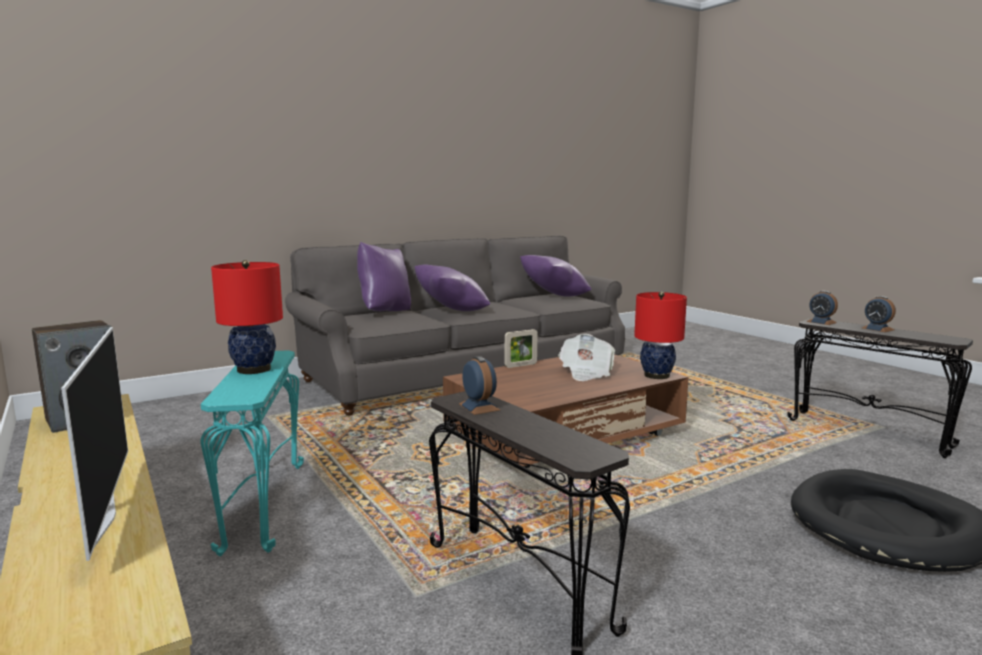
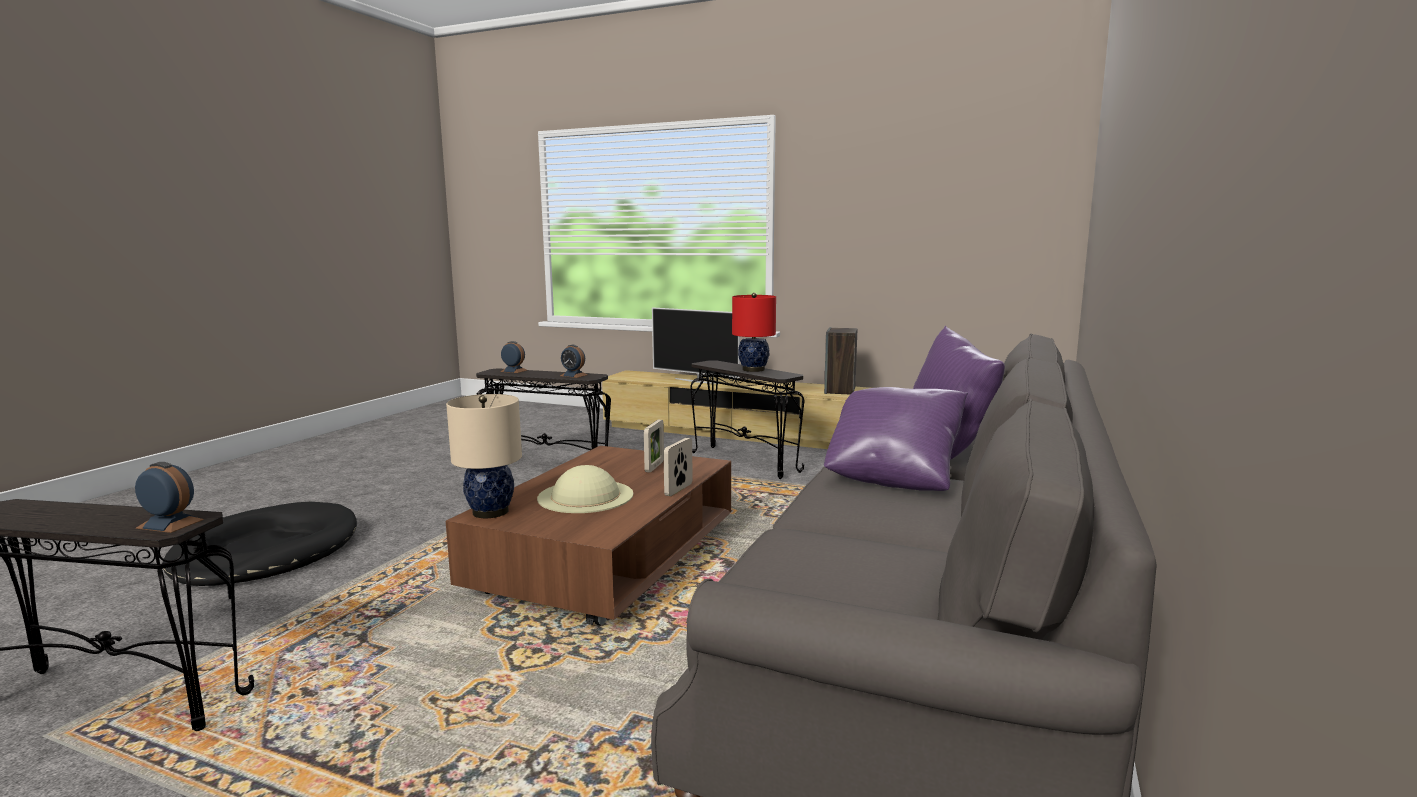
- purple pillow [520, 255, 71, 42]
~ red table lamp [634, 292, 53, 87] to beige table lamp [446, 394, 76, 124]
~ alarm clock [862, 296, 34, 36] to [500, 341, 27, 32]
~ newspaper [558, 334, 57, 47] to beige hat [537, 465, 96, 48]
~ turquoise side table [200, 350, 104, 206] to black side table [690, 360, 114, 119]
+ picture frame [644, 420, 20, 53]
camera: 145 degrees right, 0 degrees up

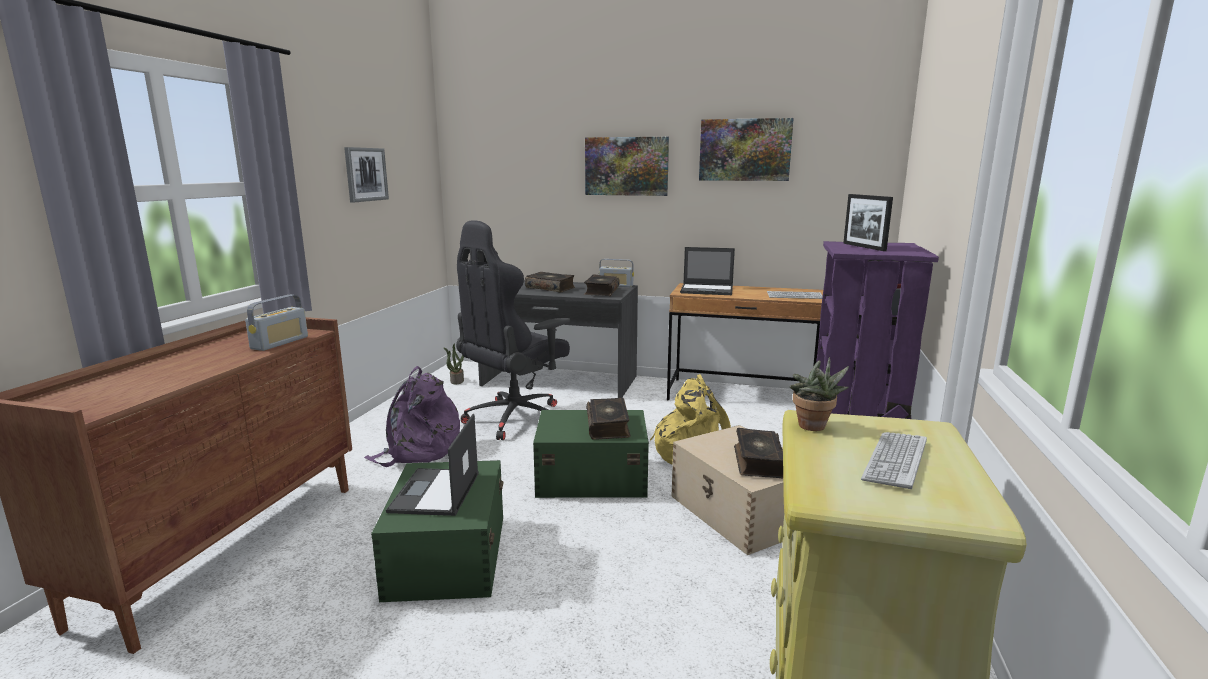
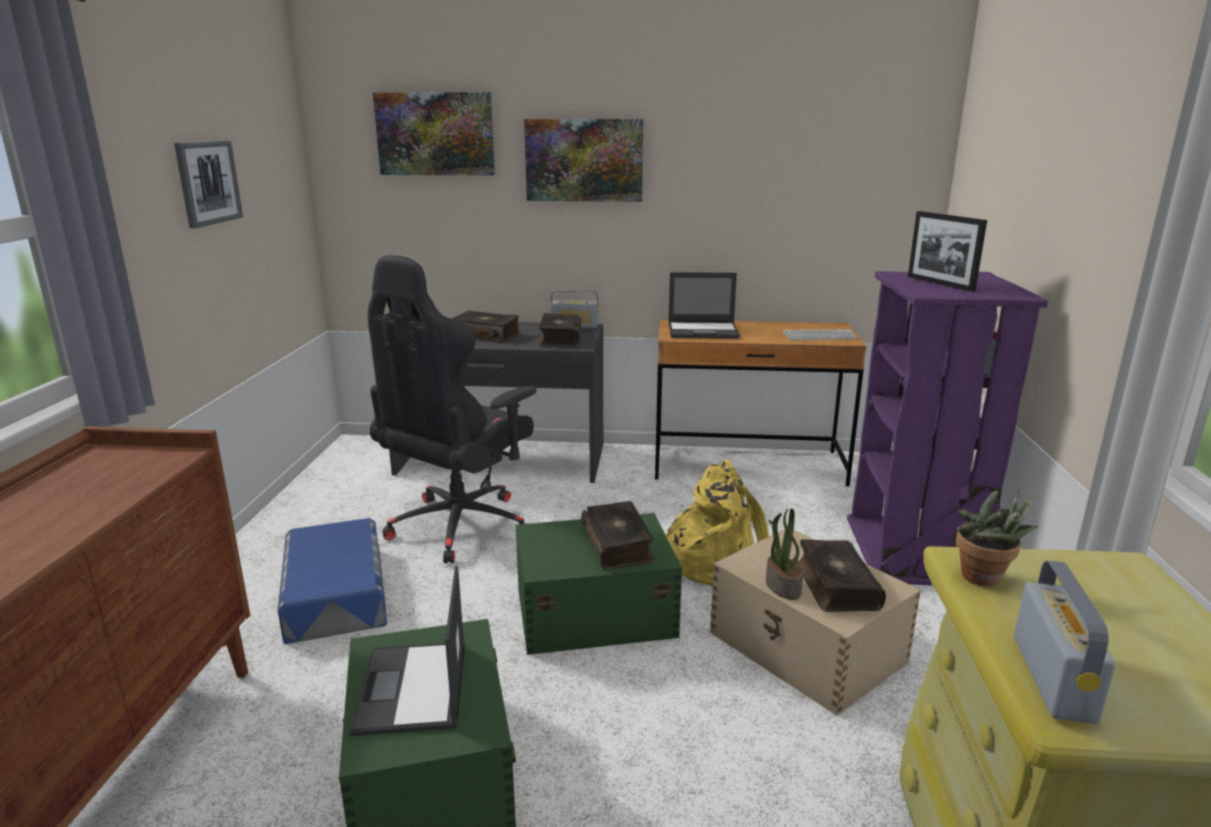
~ picture [699, 118, 95, 63] to [373, 92, 122, 84]
~ radio [245, 295, 63, 56] to [1014, 561, 102, 163]
~ potted plant [444, 344, 20, 41] to [766, 508, 37, 92]
~ purple backpack [364, 366, 96, 101] to blue storage box [278, 518, 109, 126]
- keyboard [861, 432, 66, 57]
camera: 10 degrees left, 5 degrees up

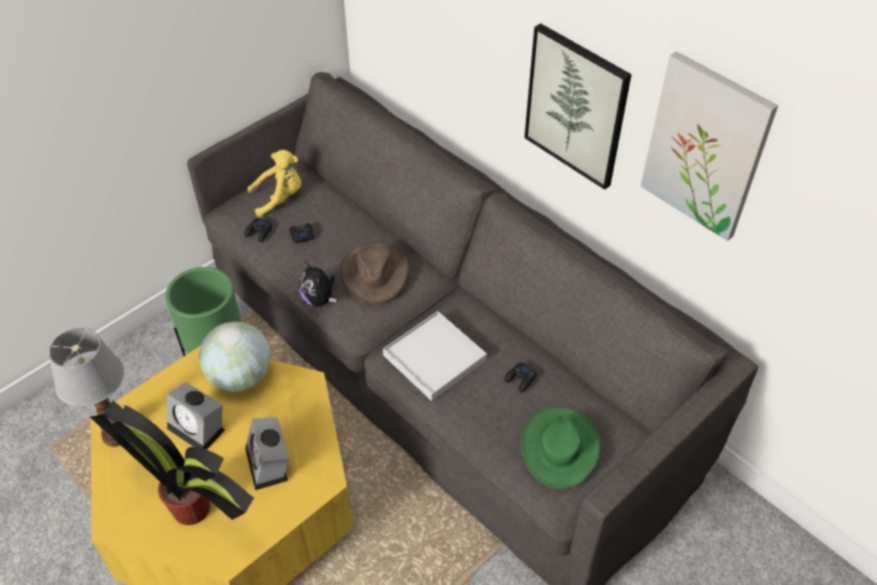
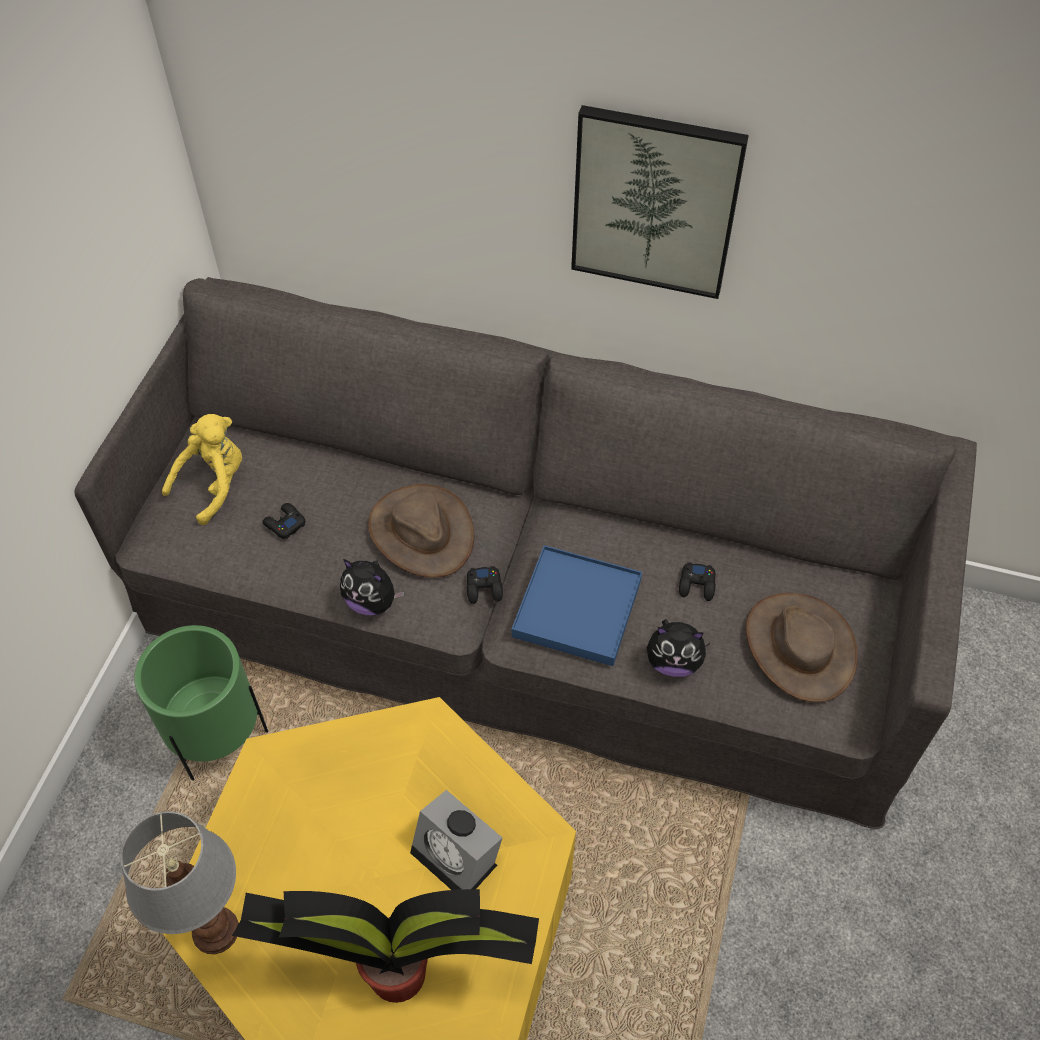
- picture [641, 51, 137, 190]
~ black game controller [245, 218, 27, 24] to [467, 566, 36, 38]
~ white tray [383, 311, 104, 90] to blue tray [512, 545, 130, 121]
- globe [199, 321, 72, 71]
- alarm clock [167, 382, 58, 67]
~ green hat [521, 407, 79, 82] to brown hat [746, 593, 112, 109]
+ plush toy [647, 619, 64, 58]
camera: 30 degrees left, 5 degrees up

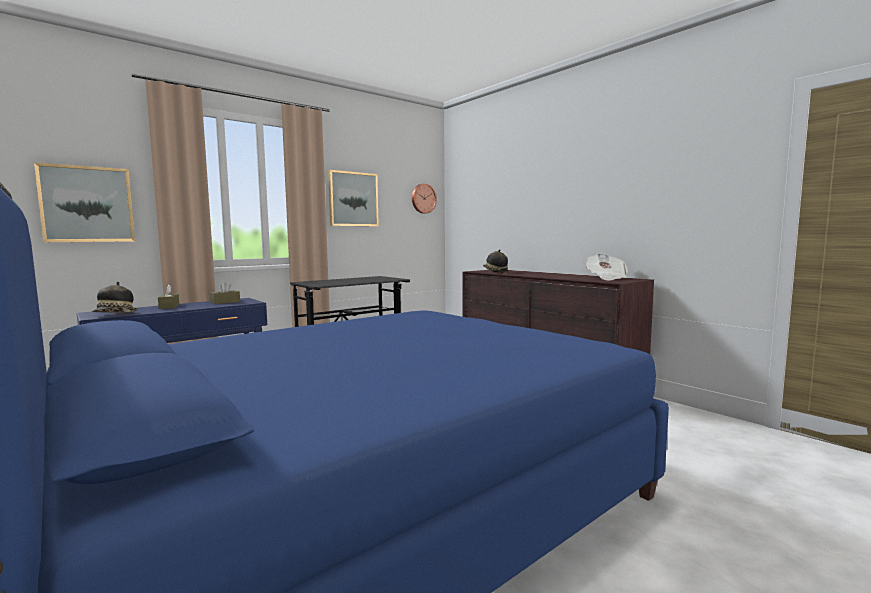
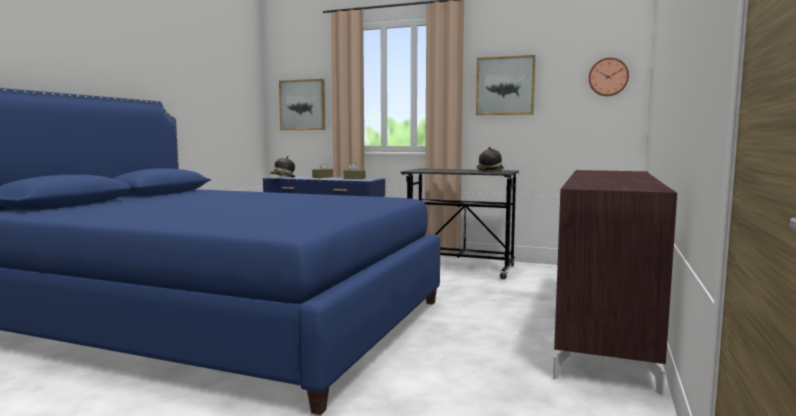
~ hat [483, 249, 25, 24] to [477, 147, 27, 25]
- newspaper [586, 254, 41, 26]
camera: 60 degrees right, 0 degrees up

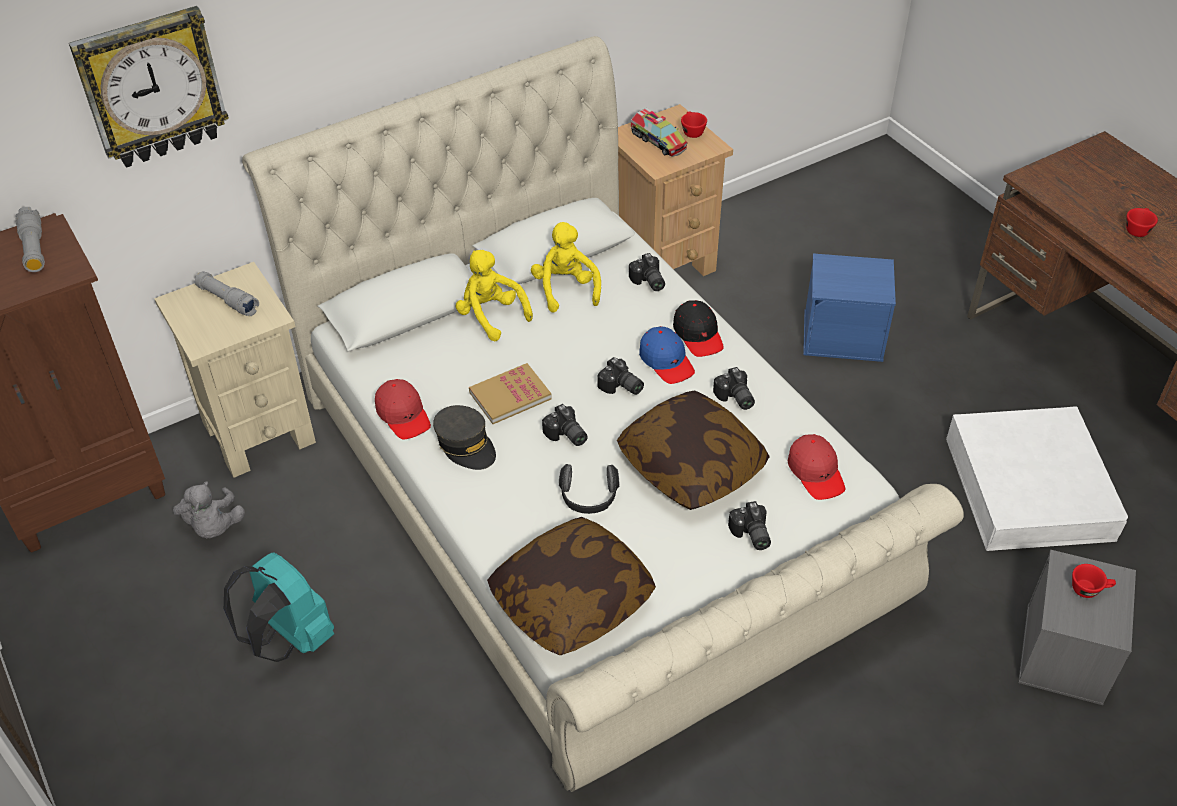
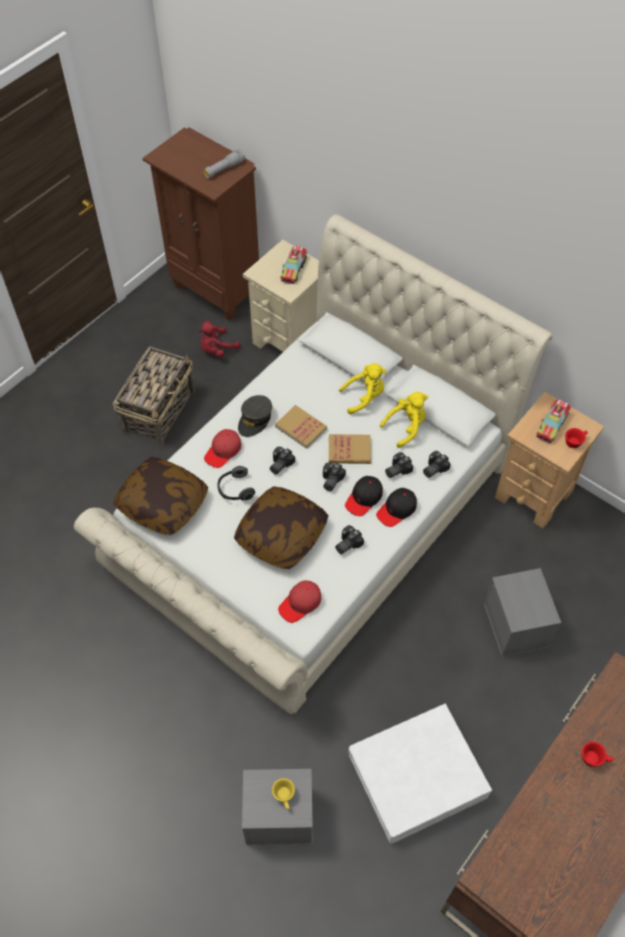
- wall clock [69, 6, 160, 162]
~ yellow plush toy [455, 250, 78, 91] = [339, 363, 47, 51] 45 degrees clockwise
~ blue storage box [803, 253, 93, 109] to grey storage box [484, 568, 77, 89]
~ grey flashlight [195, 271, 64, 46] to toy truck [280, 245, 27, 39]
~ blue cap [639, 326, 56, 58] to black cap [345, 476, 38, 40]
~ red cap [375, 379, 56, 61] to [204, 429, 37, 39]
~ grey plush toy [173, 481, 72, 57] to red plush toy [199, 321, 42, 37]
~ photo camera [728, 501, 43, 49] to [385, 452, 28, 26]
~ turquoise backpack [224, 553, 110, 109] to basket [113, 346, 82, 100]
~ red cup [1072, 564, 44, 34] to yellow cup [272, 778, 23, 32]
+ book [329, 434, 42, 30]
camera: 70 degrees right, 10 degrees up

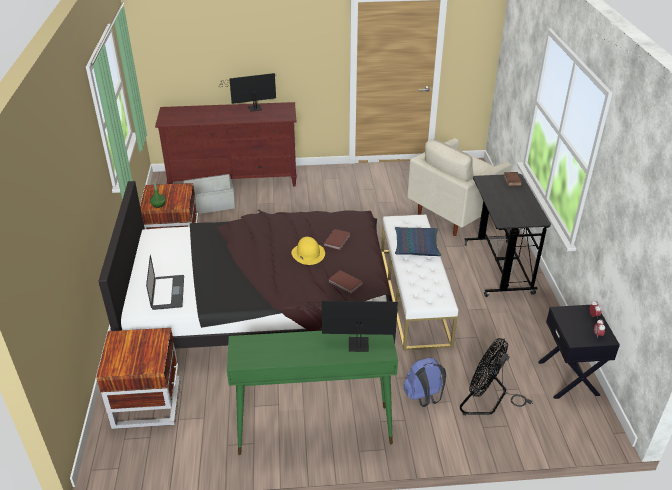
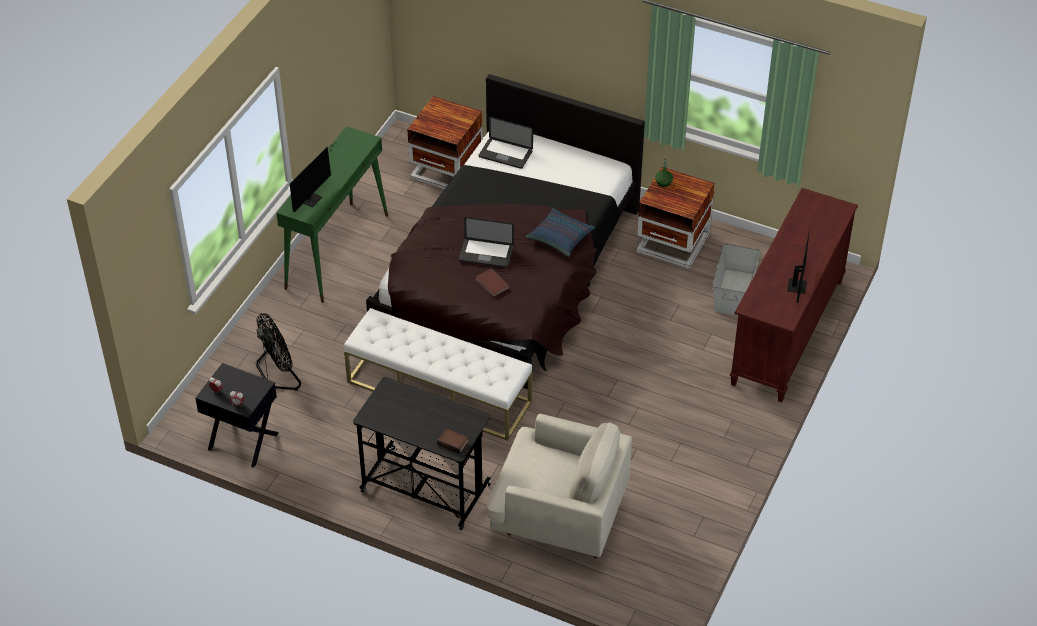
~ beige armchair [407, 138, 104, 98] = [487, 414, 145, 144] 120 degrees clockwise
~ blue pillow [395, 227, 46, 29] to [525, 208, 71, 49]
~ yellow hat [291, 237, 34, 28] to laptop [459, 217, 55, 51]
- brown book [329, 270, 34, 24]
- blue backpack [403, 358, 43, 49]
camera: 120 degrees right, 10 degrees up

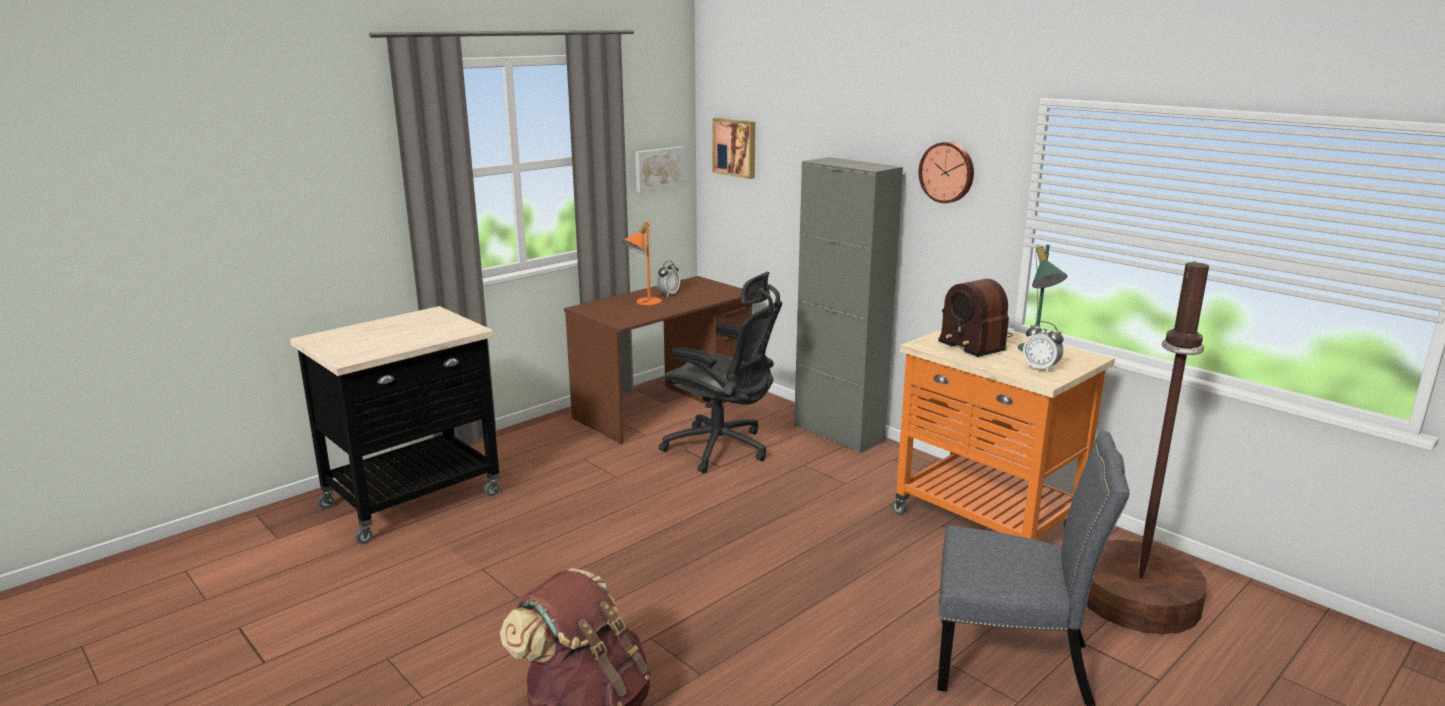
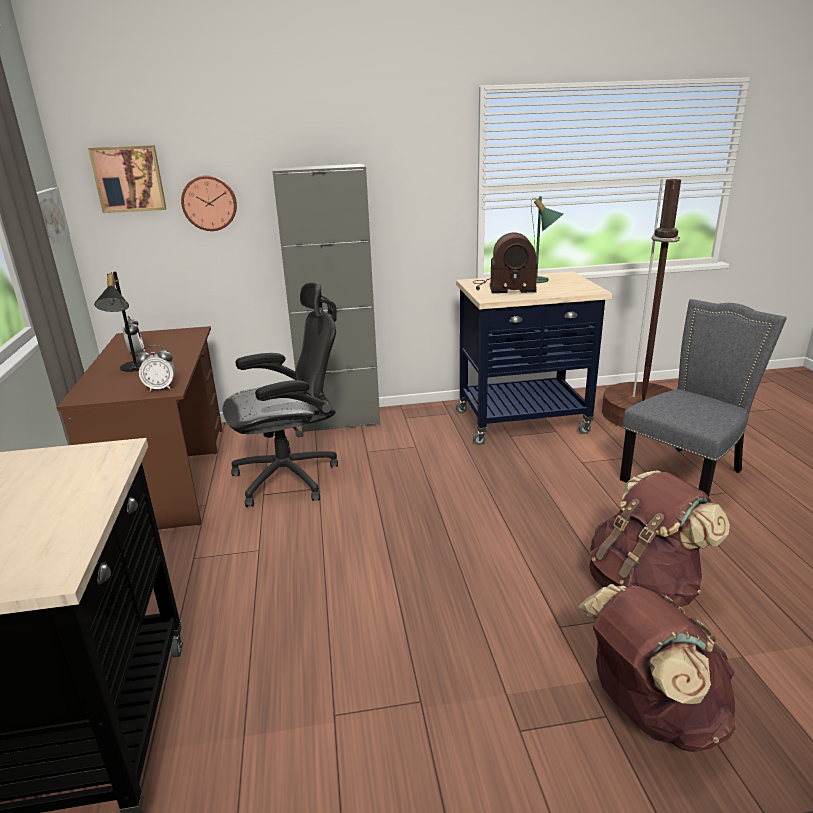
~ wall clock [919, 142, 55, 61] to [181, 175, 56, 56]
~ orange table lamp [623, 222, 39, 83] to black table lamp [94, 271, 49, 101]
~ alarm clock [1023, 321, 40, 52] to [136, 345, 39, 47]
~ orange cart [892, 329, 223, 211] to blue cart [456, 272, 156, 173]
+ brown backpack [590, 471, 140, 136]
camera: 55 degrees left, 5 degrees up

